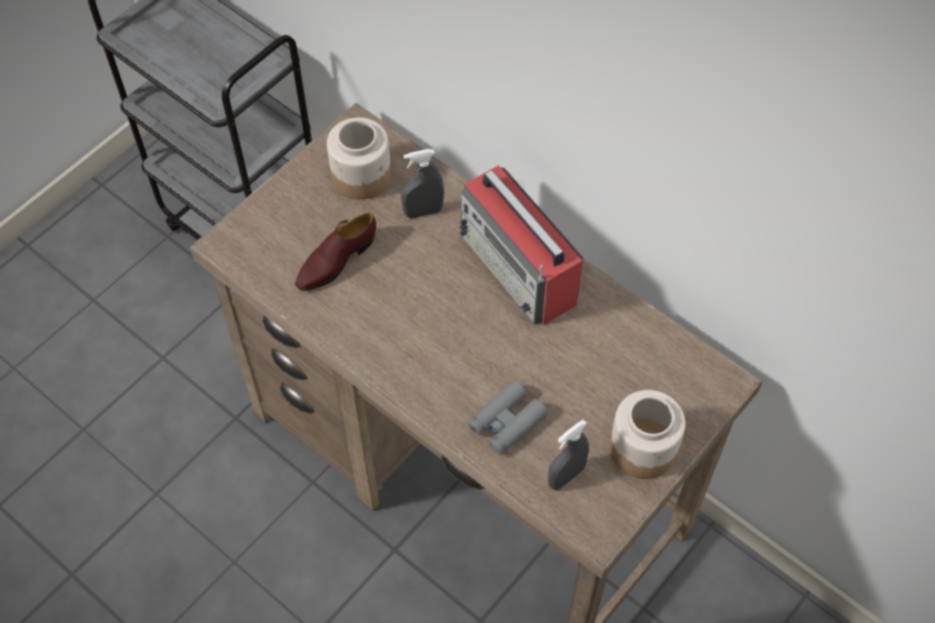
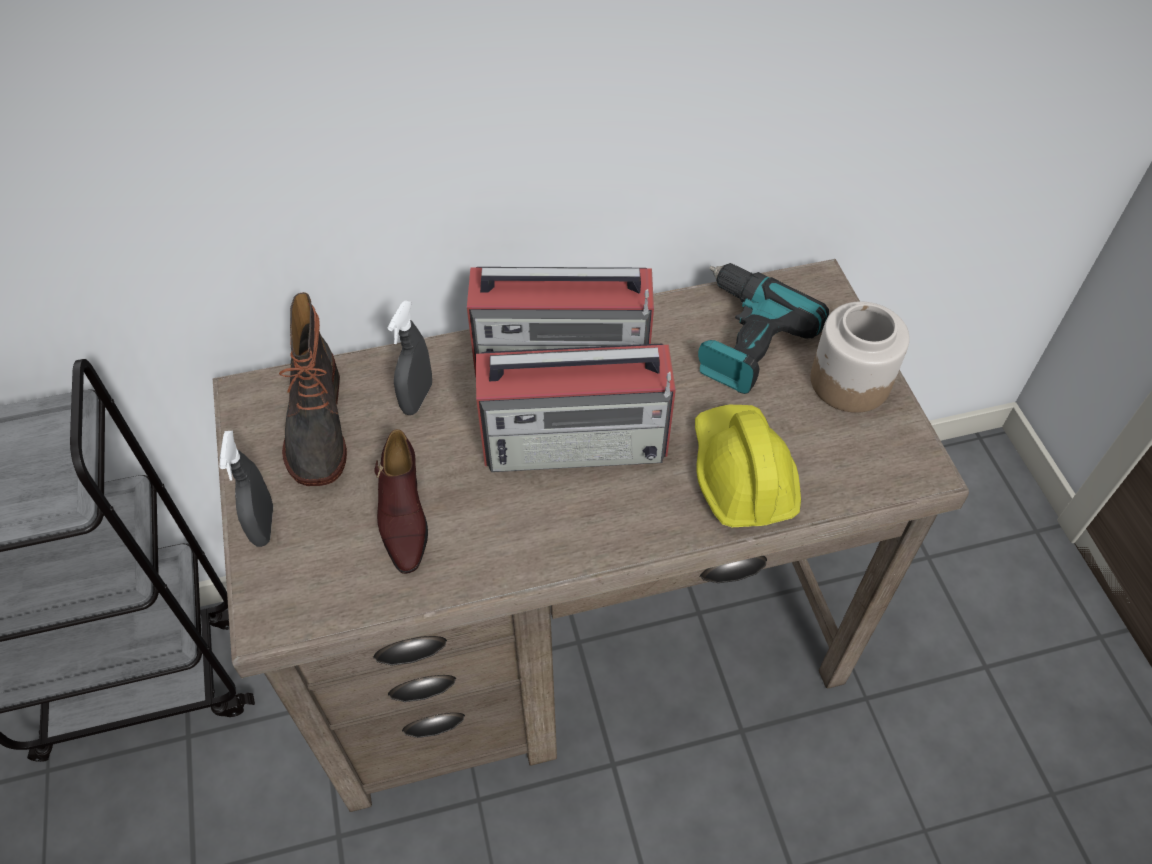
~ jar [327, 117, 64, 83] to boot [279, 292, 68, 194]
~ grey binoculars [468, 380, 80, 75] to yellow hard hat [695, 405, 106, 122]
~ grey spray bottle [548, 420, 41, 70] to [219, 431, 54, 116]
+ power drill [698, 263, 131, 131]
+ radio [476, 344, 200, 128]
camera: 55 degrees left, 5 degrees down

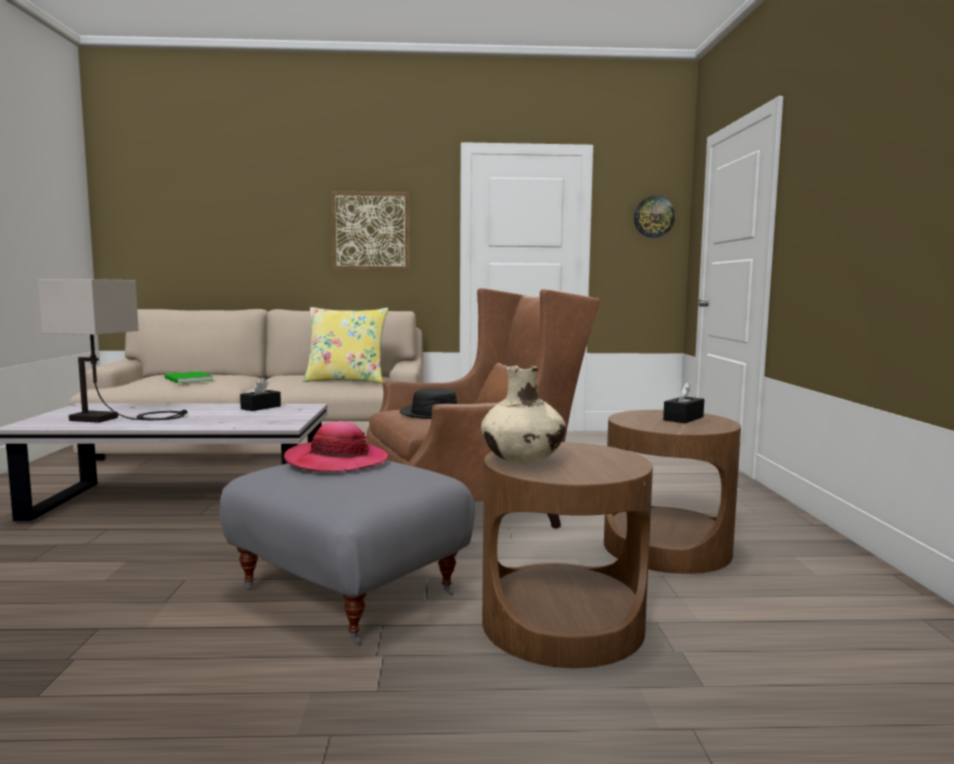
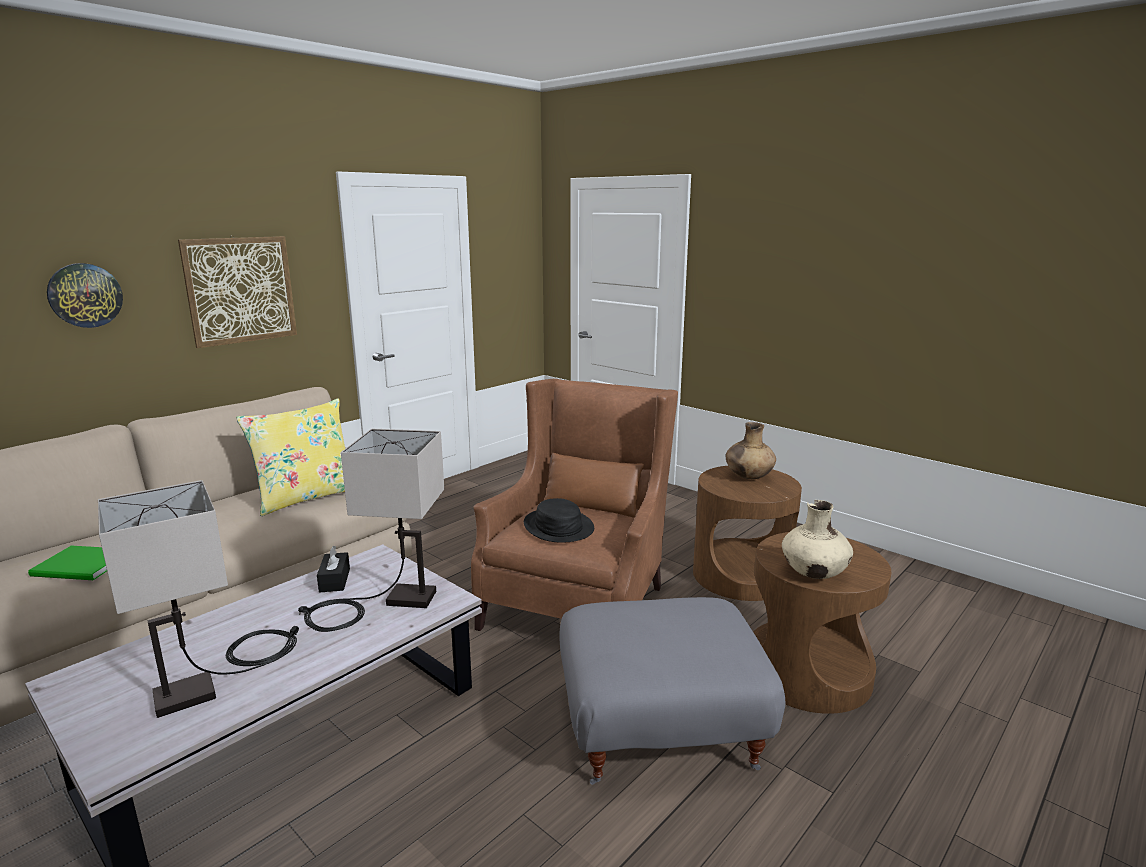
~ wall clock [634, 196, 41, 42] to [47, 263, 76, 65]
~ black tissue box [663, 382, 41, 41] to brown vase [726, 422, 50, 57]
- hat [284, 421, 104, 51]
+ table lamp [298, 429, 146, 203]
camera: 45 degrees left, 10 degrees up

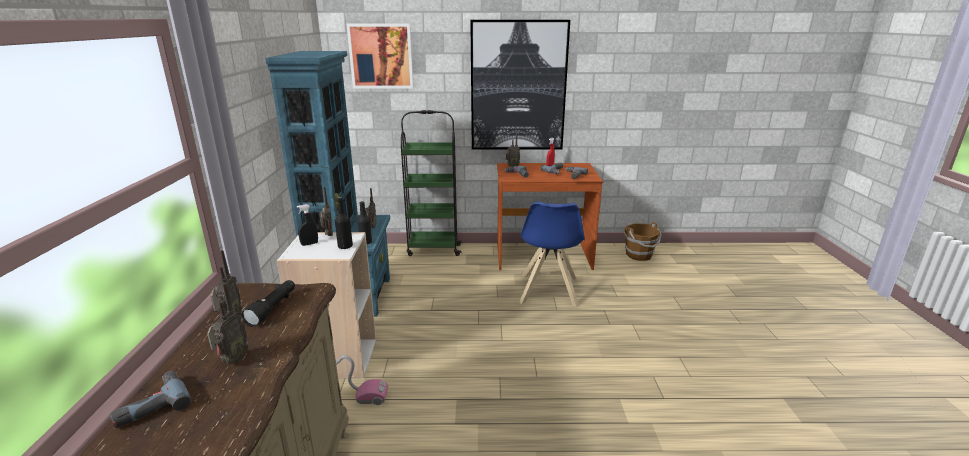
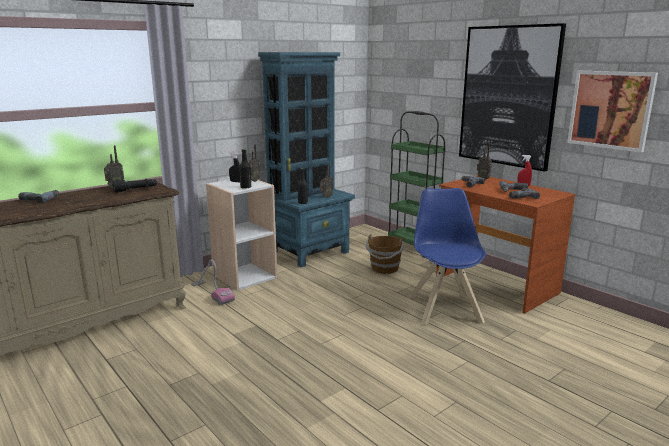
~ picture [347, 23, 67, 66] to [567, 71, 91, 82]
~ blue chair [519, 201, 66, 106] = [409, 188, 77, 137] 120 degrees clockwise
~ brown bucket [624, 222, 38, 39] to [366, 234, 38, 40]
- radio [207, 283, 42, 81]
camera: 50 degrees right, 5 degrees down

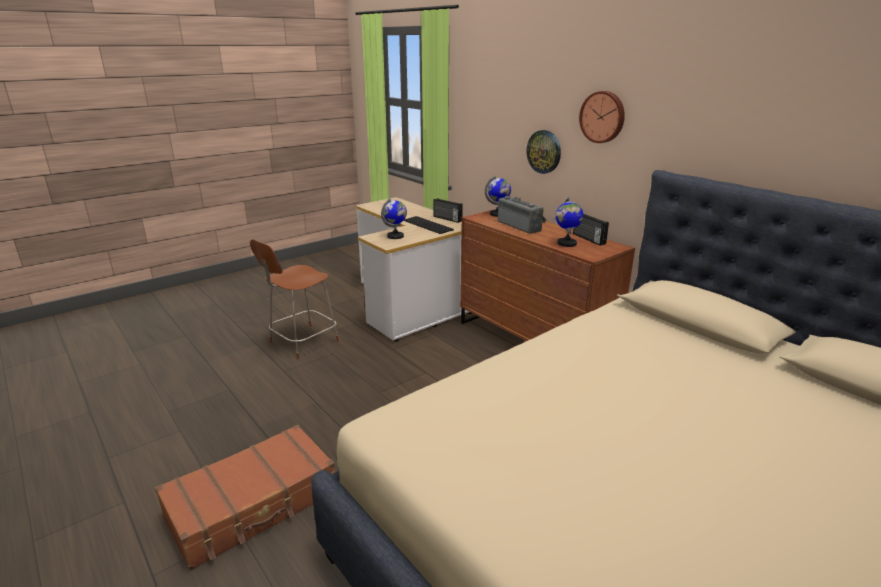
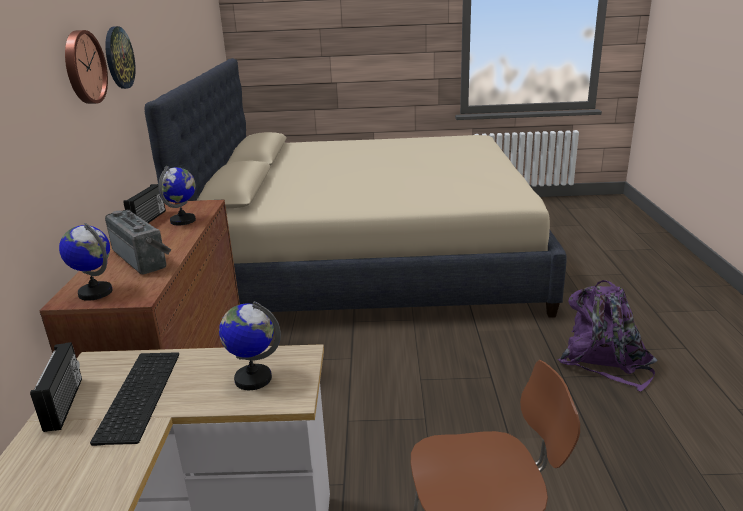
~ wall clock [526, 130, 35, 44] to [105, 26, 31, 63]
~ radio [498, 196, 48, 38] = [105, 210, 66, 64] 135 degrees clockwise
~ brown suitcase [155, 425, 180, 146] to purple backpack [558, 280, 99, 112]
camera: 140 degrees left, 0 degrees up

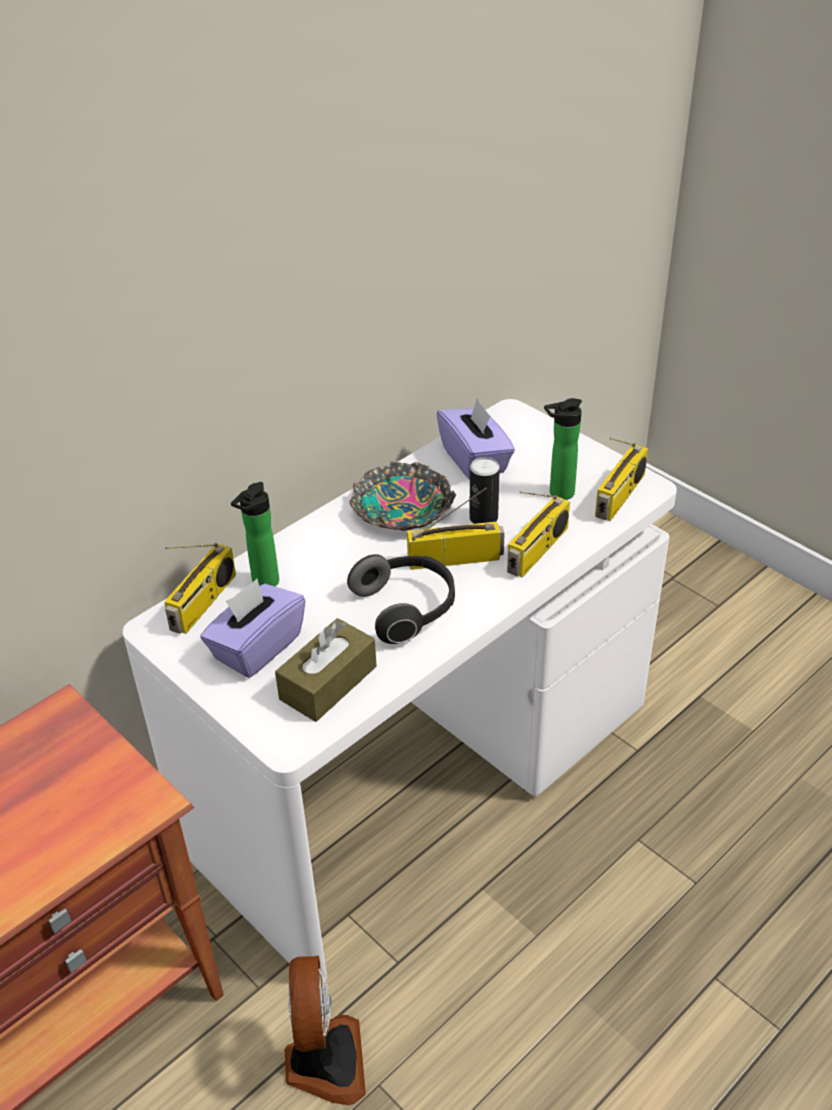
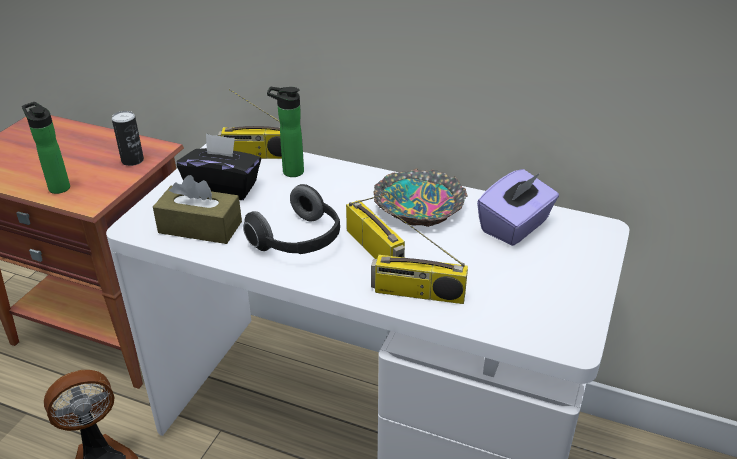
~ bottle [544, 398, 38, 102] to [22, 102, 48, 92]
- radio [595, 438, 53, 83]
~ can [469, 457, 31, 67] to [112, 111, 32, 55]
~ purple tissue box [200, 579, 105, 99] to black tissue box [177, 133, 84, 67]
camera: 65 degrees right, 5 degrees down

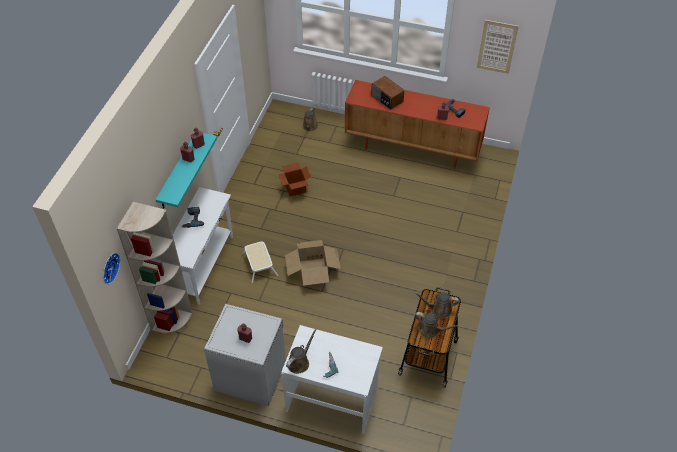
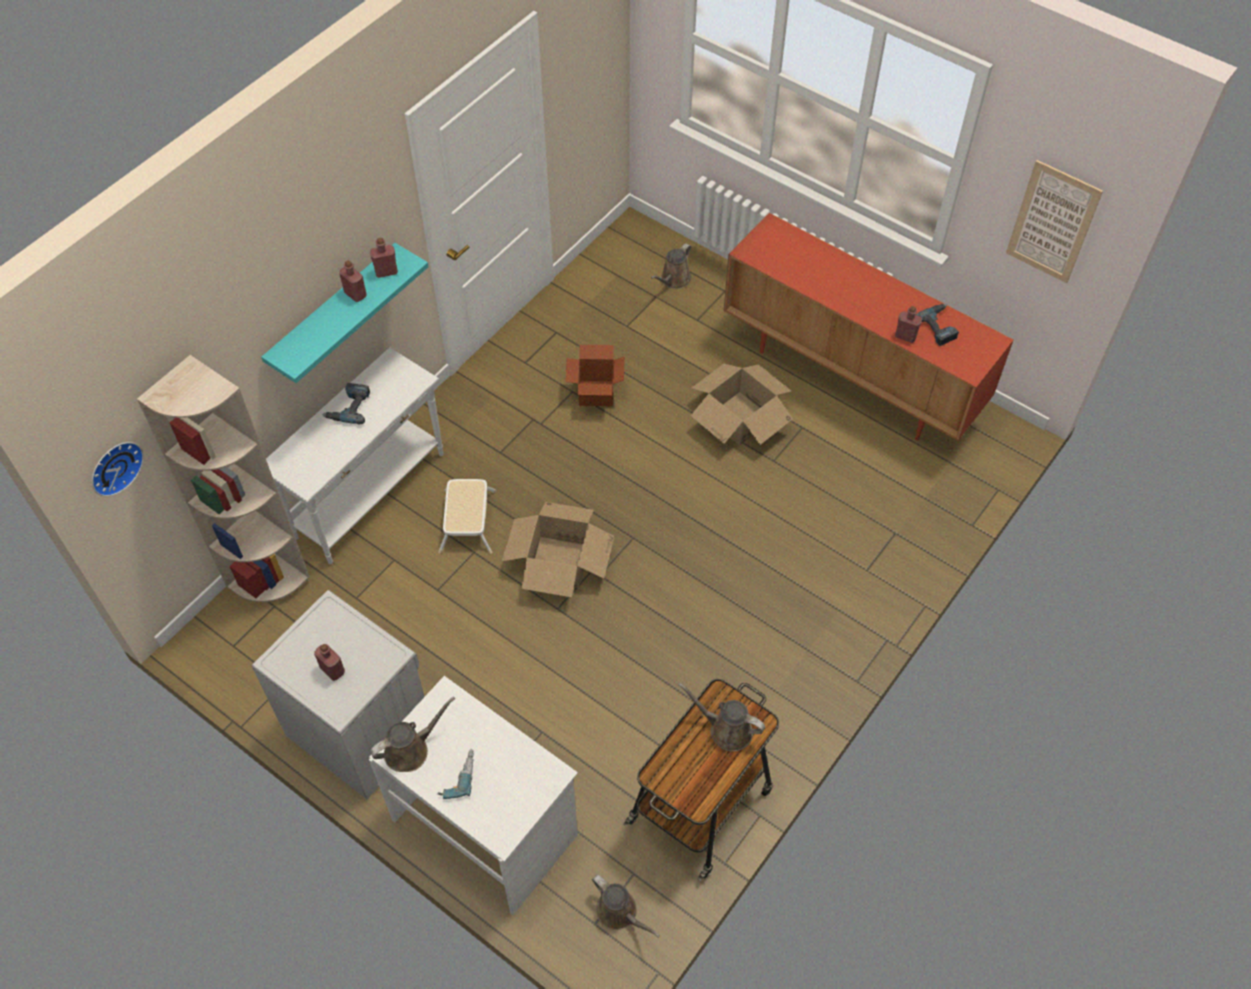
- radio [371, 76, 33, 34]
~ brown watering can [415, 312, 45, 26] to [592, 875, 68, 62]
+ cardboard box [691, 364, 102, 81]
camera: 20 degrees right, 5 degrees up

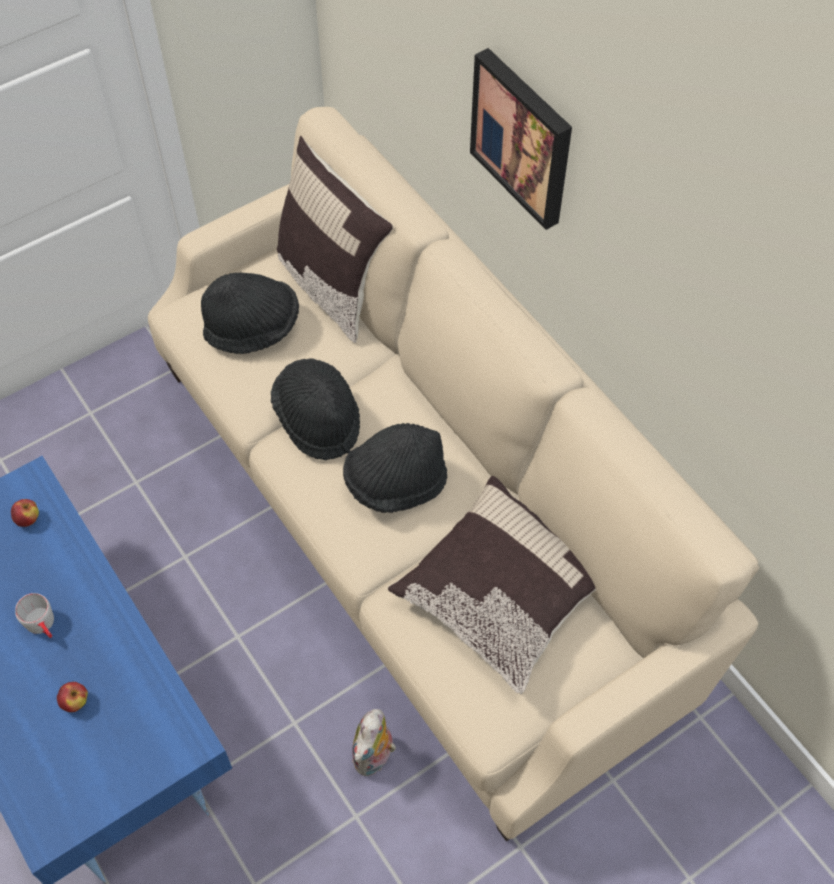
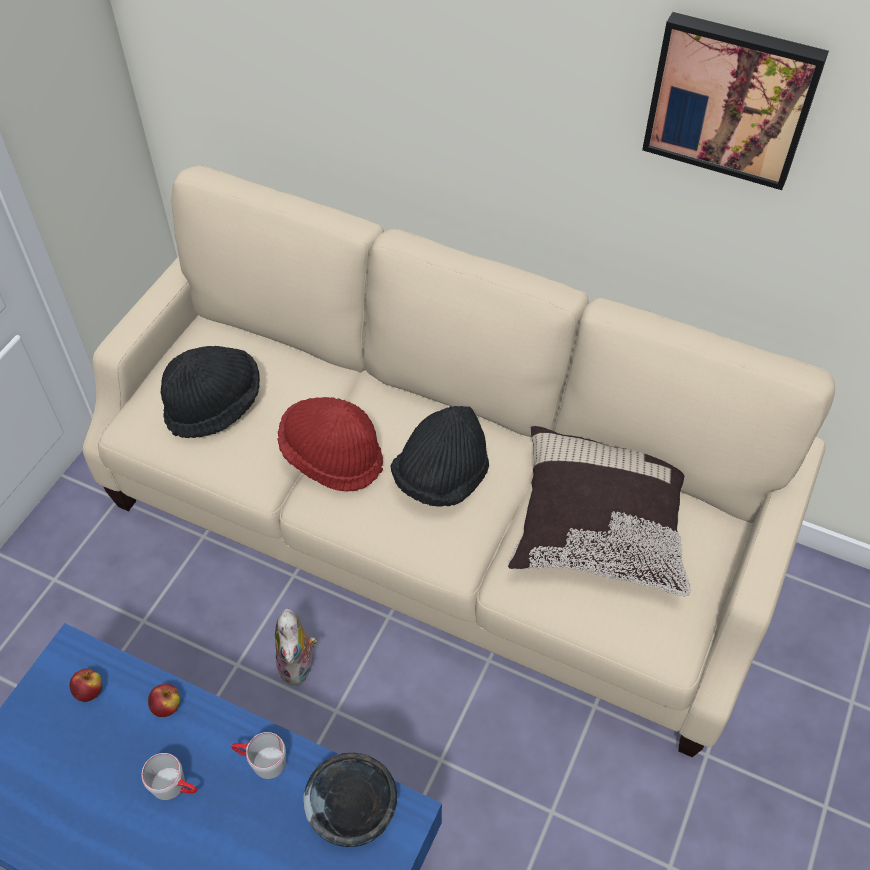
~ picture [470, 48, 102, 182] to [642, 12, 187, 178]
- pillow [277, 136, 116, 207]
~ black hat [271, 359, 89, 101] to red hat [278, 397, 105, 95]
~ apple [57, 682, 31, 30] to [148, 684, 32, 33]
~ plush toy [352, 709, 44, 67] to [275, 608, 42, 78]
+ grey mug [231, 732, 55, 47]
+ black bowl [304, 753, 93, 94]
camera: 30 degrees left, 5 degrees down

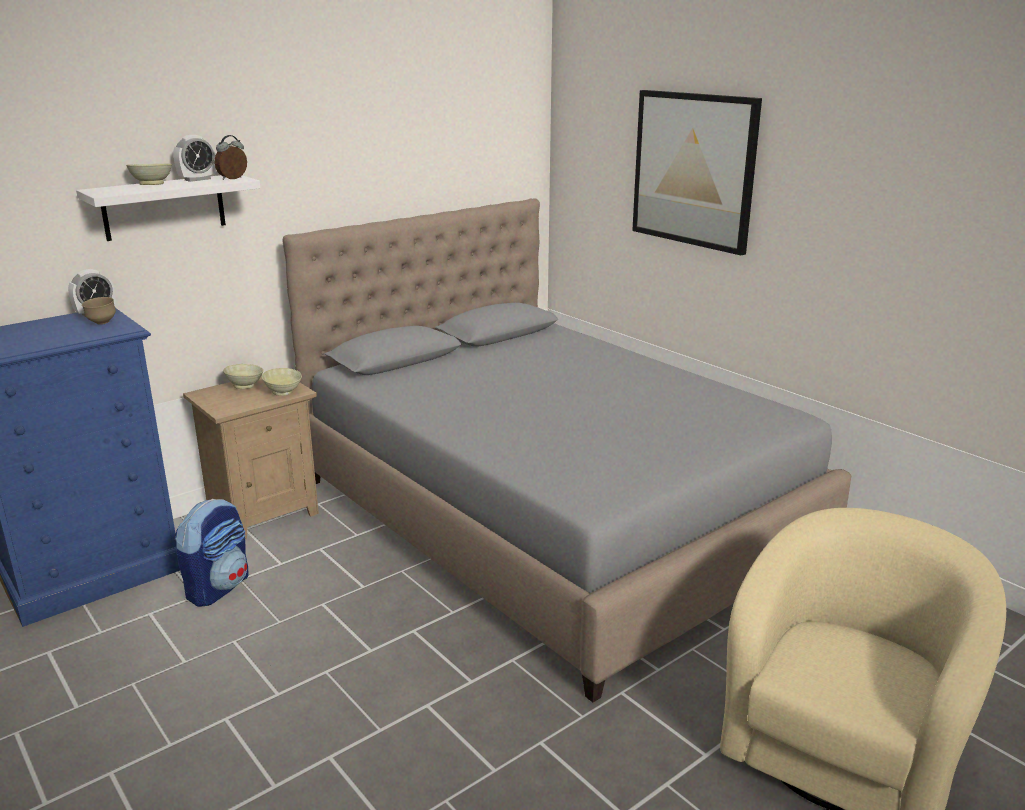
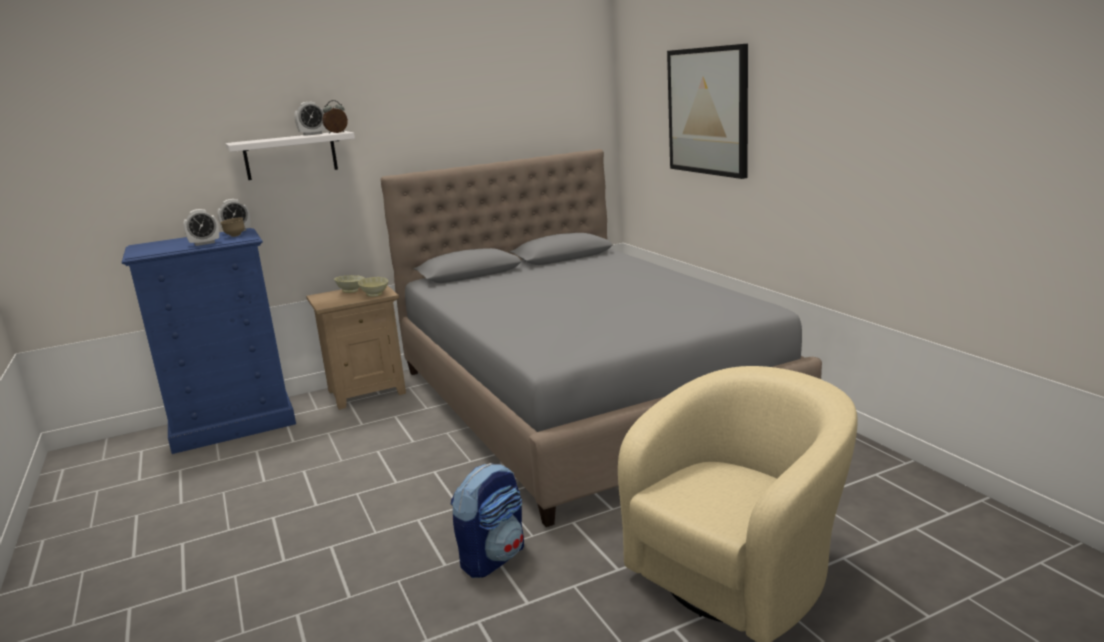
- beige bowl [126, 164, 46, 21]
~ backpack [174, 499, 75, 108] to [451, 463, 73, 115]
+ alarm clock [183, 209, 36, 37]
camera: 15 degrees right, 5 degrees down

